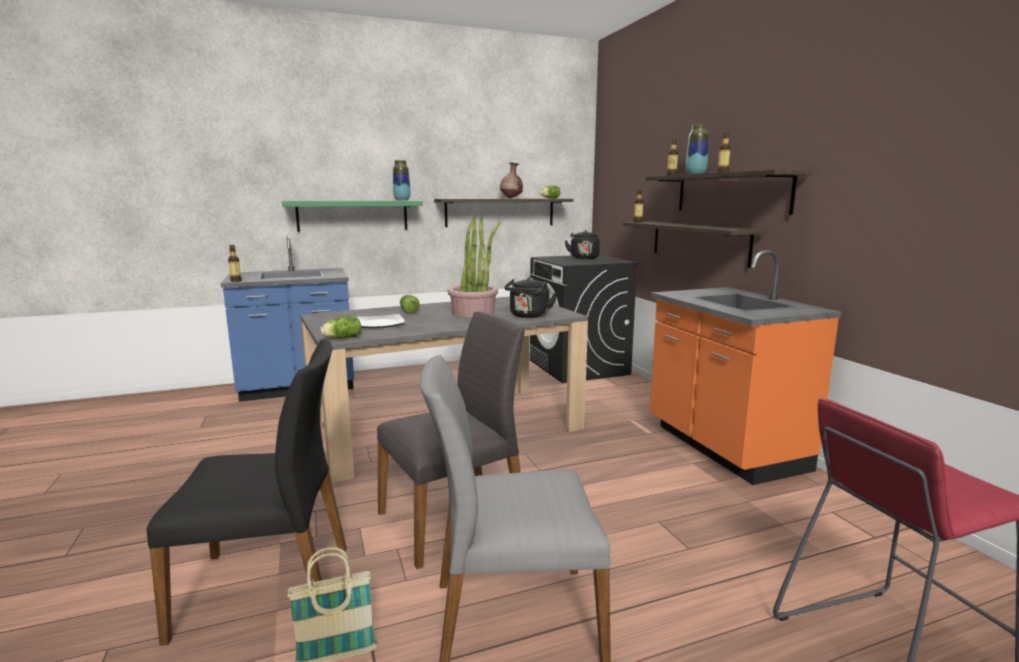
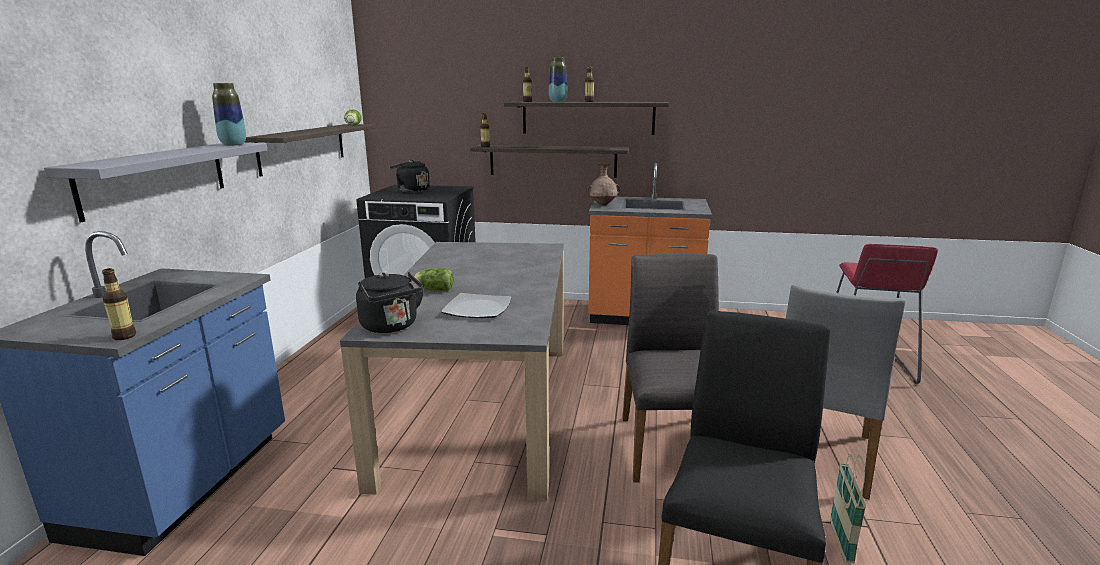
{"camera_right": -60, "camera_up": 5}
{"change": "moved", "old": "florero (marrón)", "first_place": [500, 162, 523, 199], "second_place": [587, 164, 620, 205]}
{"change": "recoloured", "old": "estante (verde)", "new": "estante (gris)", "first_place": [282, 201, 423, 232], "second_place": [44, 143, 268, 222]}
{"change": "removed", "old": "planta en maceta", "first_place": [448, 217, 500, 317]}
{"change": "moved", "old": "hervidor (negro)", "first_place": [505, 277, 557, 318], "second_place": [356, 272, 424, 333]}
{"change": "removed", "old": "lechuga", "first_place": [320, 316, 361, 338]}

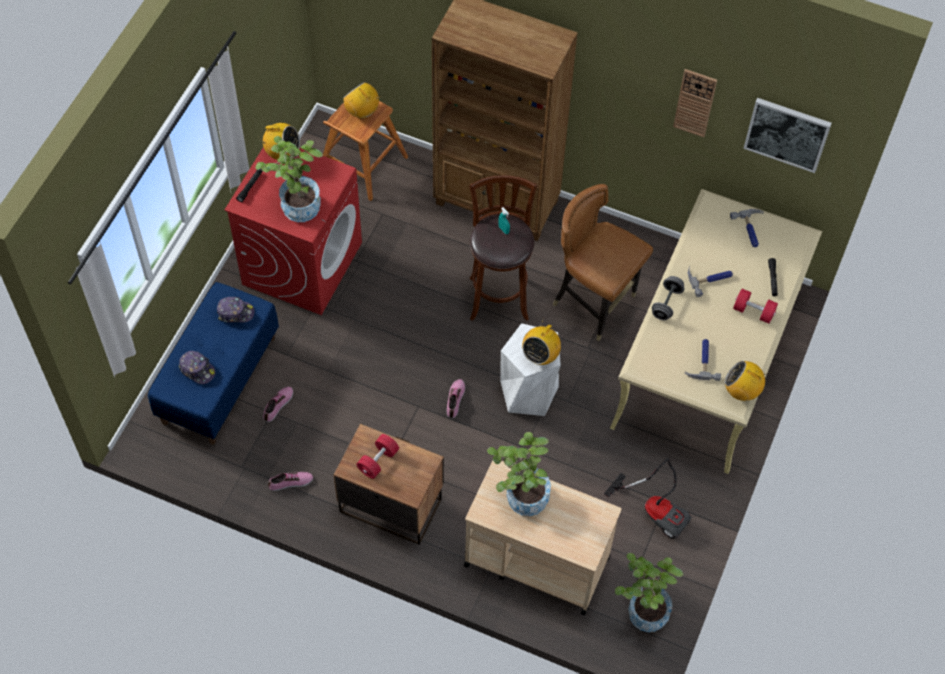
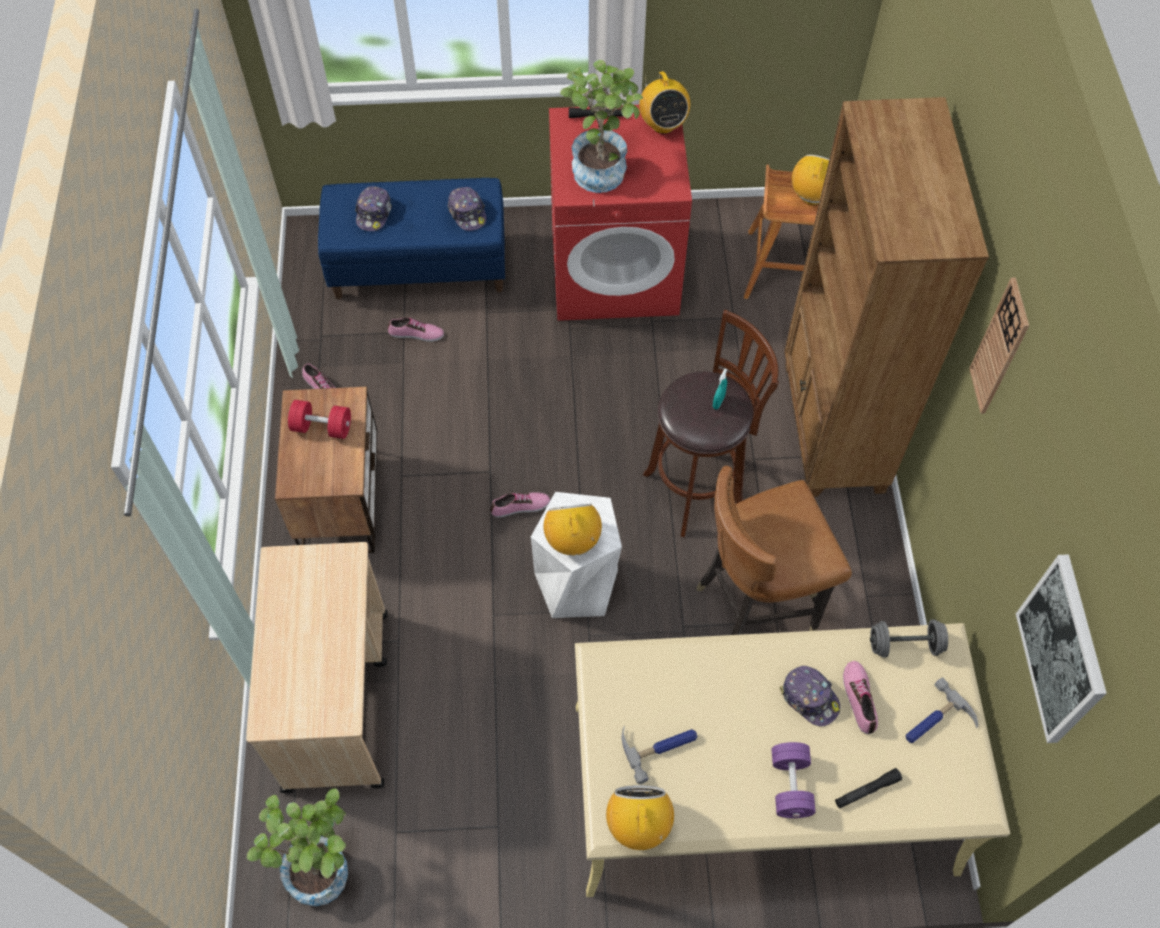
{"camera_right": 65, "camera_up": 0}
{"change": "moved", "old": "reloj de pared", "first_place": [673, 69, 717, 137], "second_place": [969, 277, 1029, 414]}
{"change": "turned", "old": "silla (marrón)", "first_place": [553, 184, 653, 341], "second_place": [697, 466, 852, 635], "degrees": -120}
{"change": "replaced", "old": "martillo", "new": "gorra", "first_place": [688, 266, 733, 297], "second_place": [780, 666, 840, 726]}
{"change": "moved", "old": "mancuerna (gris)", "first_place": [652, 276, 685, 320], "second_place": [870, 619, 948, 658]}
{"change": "recoloured", "old": "mancuerna (rojo)", "new": "mancuerna (morado)", "first_place": [733, 289, 778, 324], "second_place": [772, 742, 816, 818]}
{"change": "turned", "old": "radio", "first_place": [522, 318, 561, 365], "second_place": [544, 504, 602, 556], "degrees": 75}
{"change": "removed", "old": "planta en maceta", "first_place": [487, 432, 551, 516]}
{"change": "removed", "old": "aspiradora", "first_place": [604, 458, 691, 539]}
{"change": "added", "new": "zapato", "second_place": [843, 661, 878, 734]}

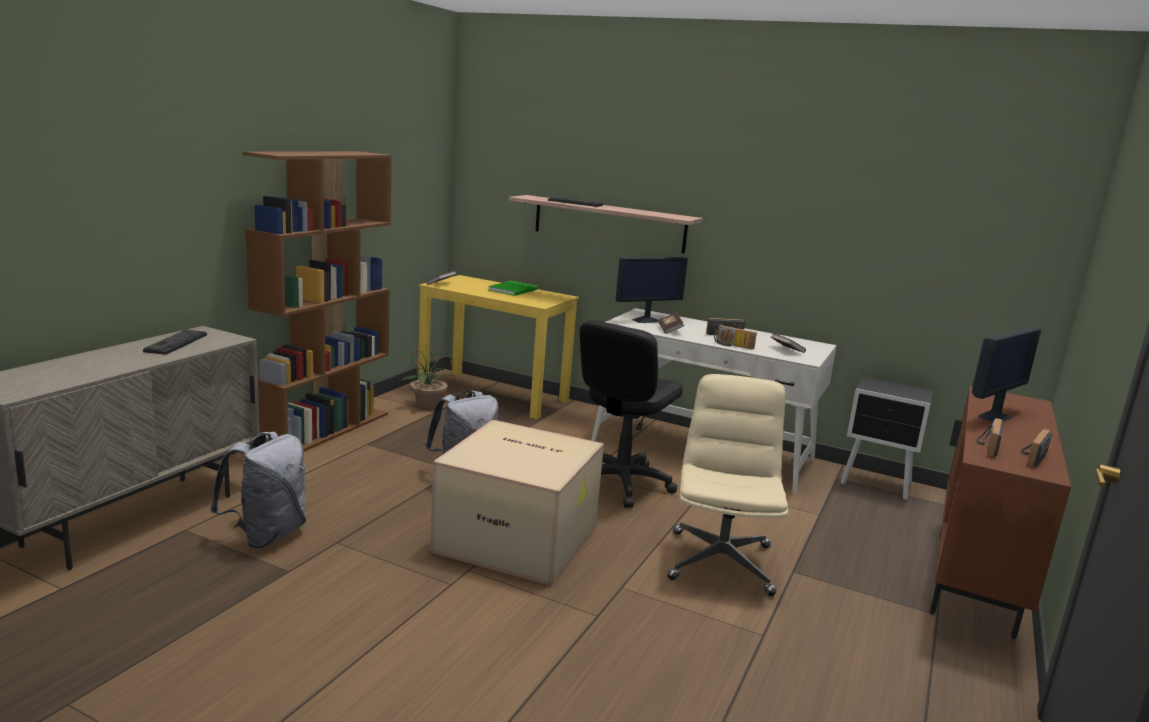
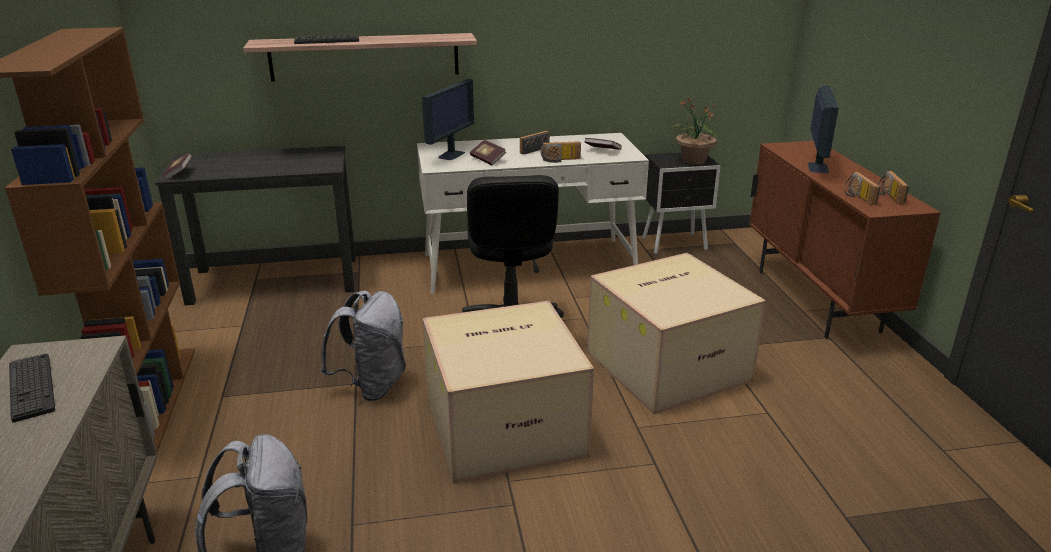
{"camera_right": -35, "camera_up": 10}
{"change": "recoloured", "old": "escritorio (amarillo)", "new": "escritorio (negro)", "first_place": [418, 275, 579, 419], "second_place": [155, 146, 356, 306]}
{"change": "removed", "old": "libro (verde)", "first_place": [488, 281, 538, 296]}
{"change": "moved", "old": "planta en maceta", "first_place": [401, 346, 453, 409], "second_place": [671, 98, 717, 164]}
{"change": "replaced", "old": "silla de oficina (beis)", "new": "caja de cartón", "first_place": [667, 374, 788, 596], "second_place": [587, 253, 766, 414]}

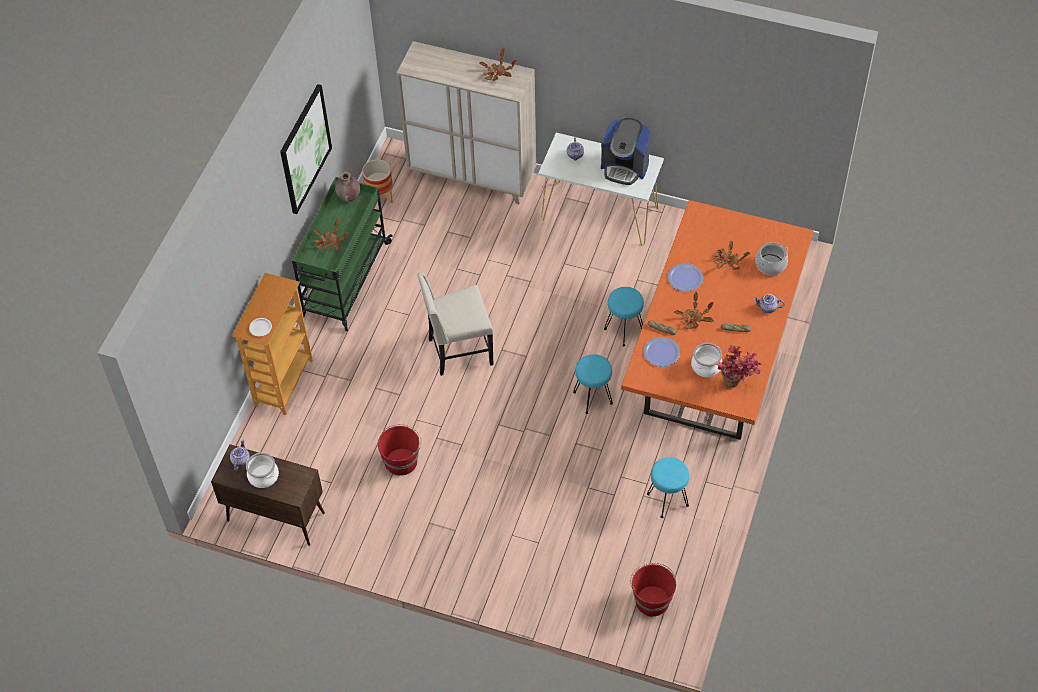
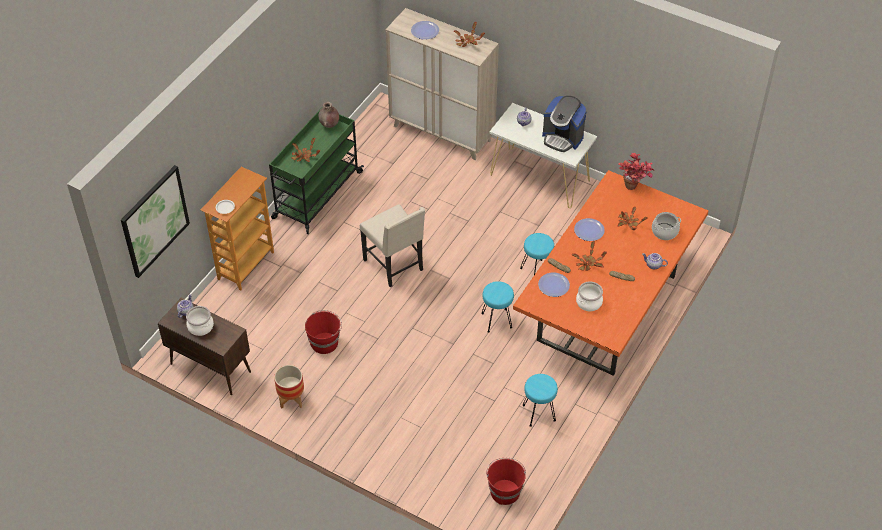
{"camera_right": 10, "camera_up": -5}
{"change": "moved", "old": "cuadro", "first_place": [280, 84, 332, 214], "second_place": [121, 165, 190, 278]}
{"change": "moved", "old": "maceta", "first_place": [362, 159, 393, 203], "second_place": [274, 365, 304, 409]}
{"change": "turned", "old": "silla (beis)", "first_place": [417, 272, 493, 376], "second_place": [360, 204, 425, 287], "degrees": -120}
{"change": "moved", "old": "planta en maceta", "first_place": [717, 345, 761, 388], "second_place": [618, 152, 654, 190]}
{"change": "added", "new": "plato", "second_place": [411, 21, 439, 40]}

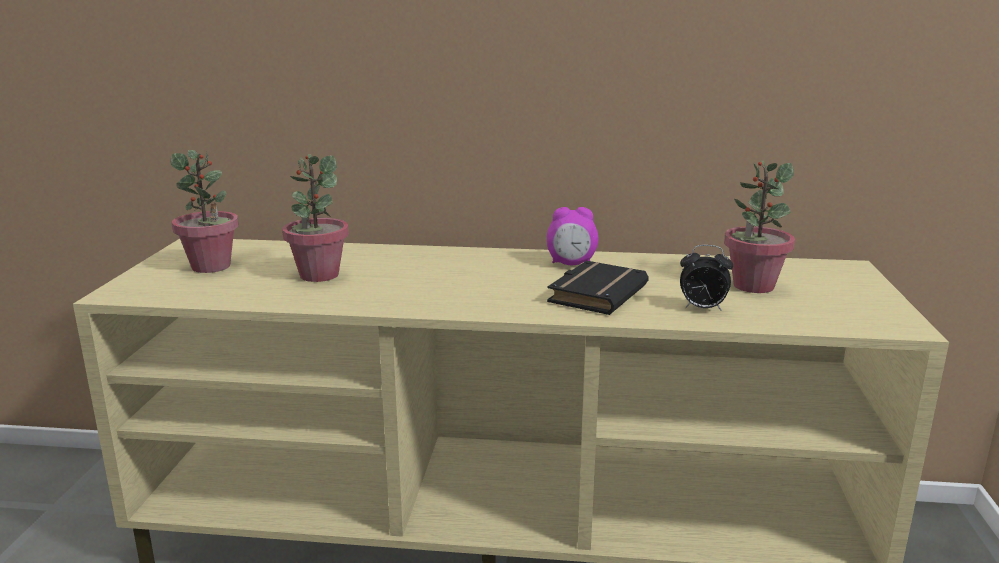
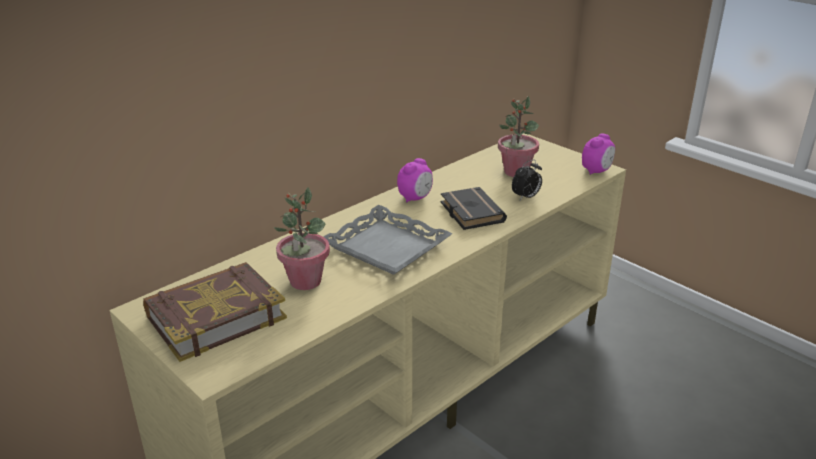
{"camera_right": -50, "camera_up": 10}
{"change": "replaced", "old": "planta en maceta", "new": "libro", "first_place": [170, 150, 239, 273], "second_place": [143, 262, 287, 362]}
{"change": "added", "new": "despertador", "second_place": [582, 133, 615, 175]}
{"change": "added", "new": "bandeja (gris)", "second_place": [324, 205, 453, 275]}

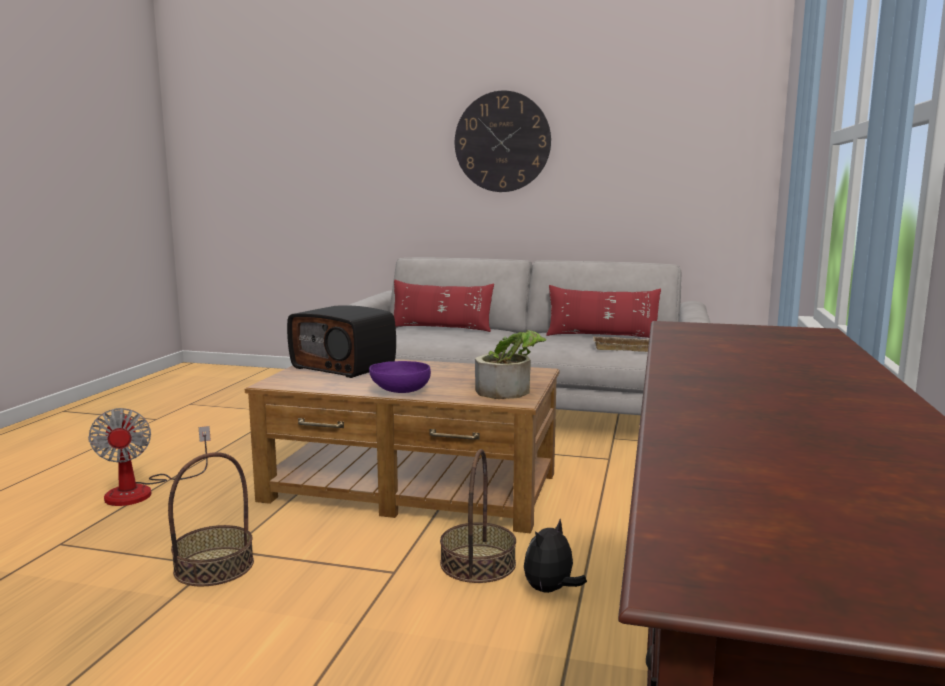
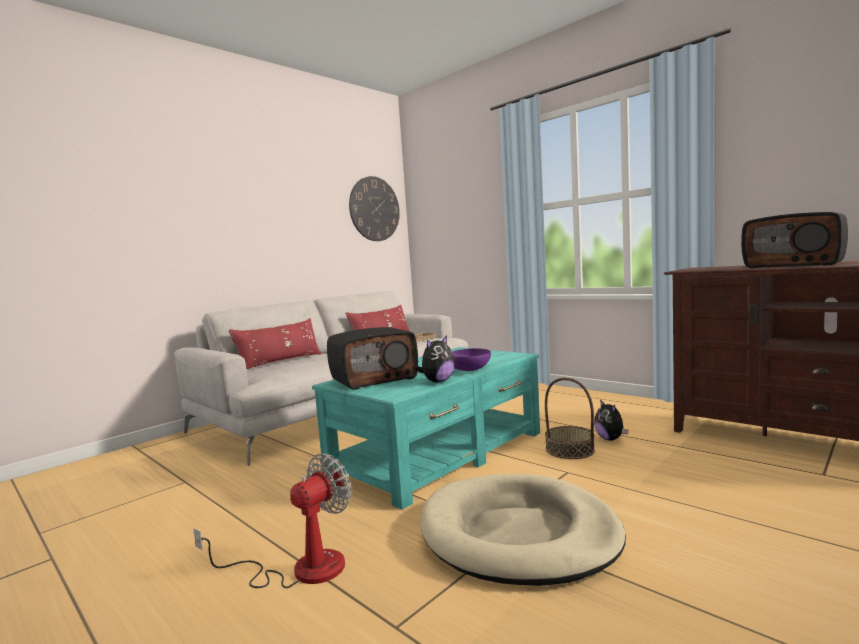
{"camera_right": -60, "camera_up": -5}
{"change": "moved", "old": "reloj de pared", "first_place": [455, 90, 551, 192], "second_place": [349, 176, 400, 241]}
{"change": "removed", "old": "planta en maceta", "first_place": [475, 330, 547, 399]}
{"change": "recoloured", "old": "mesa de centro (marrón)", "new": "mesa de centro (turquesa)", "first_place": [245, 359, 560, 533], "second_place": [312, 347, 540, 510]}
{"change": "turned", "old": "ventilador", "first_place": [88, 408, 211, 506], "second_place": [193, 453, 352, 588], "degrees": -60}
{"change": "replaced", "old": "cesta", "new": "cama para perro (beis)", "first_place": [168, 452, 254, 587], "second_place": [421, 474, 626, 586]}
{"change": "added", "new": "radio", "second_place": [741, 212, 848, 268]}
{"change": "added", "new": "peluche", "second_place": [416, 336, 455, 382]}

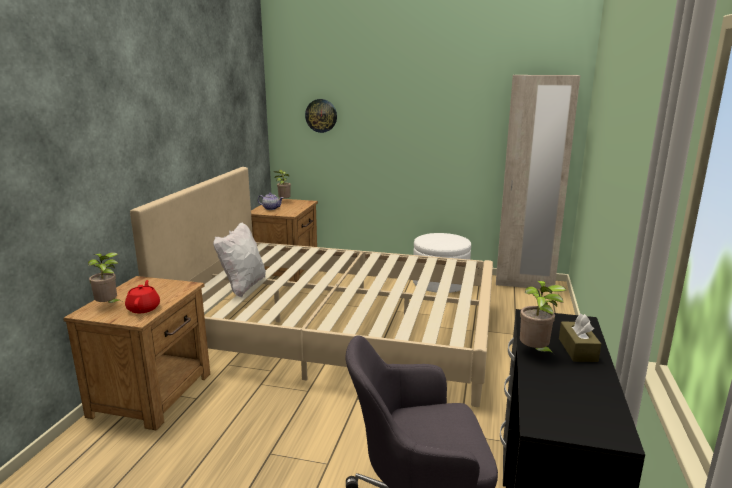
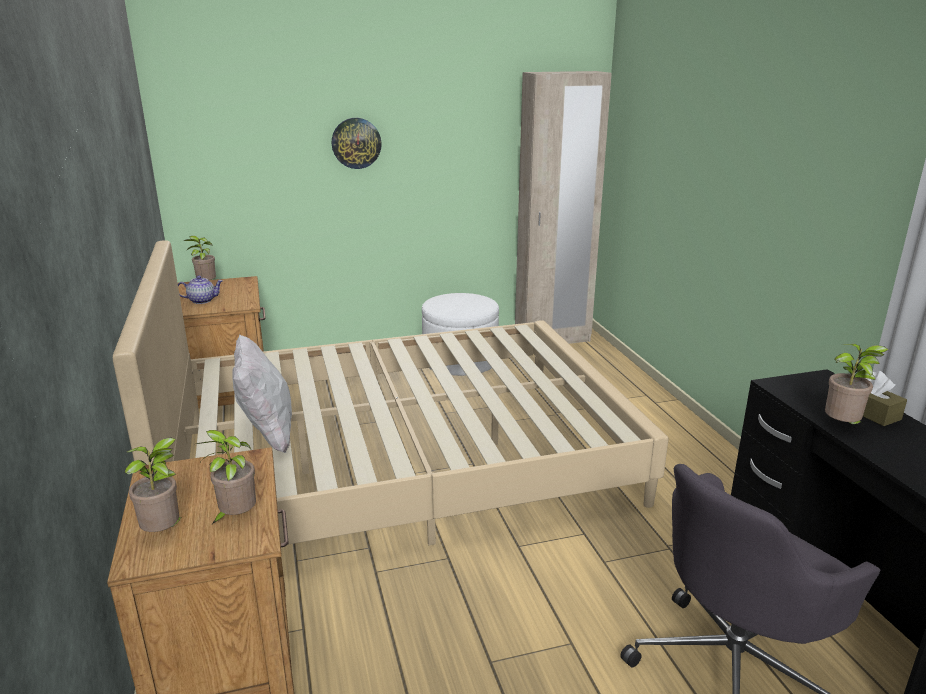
{"camera_right": -30, "camera_up": 5}
{"change": "moved", "old": "reloj de pared", "first_place": [305, 99, 337, 133], "second_place": [332, 118, 382, 169]}
{"change": "replaced", "old": "tetera (rojo)", "new": "planta en maceta", "first_place": [125, 280, 160, 313], "second_place": [196, 430, 256, 524]}

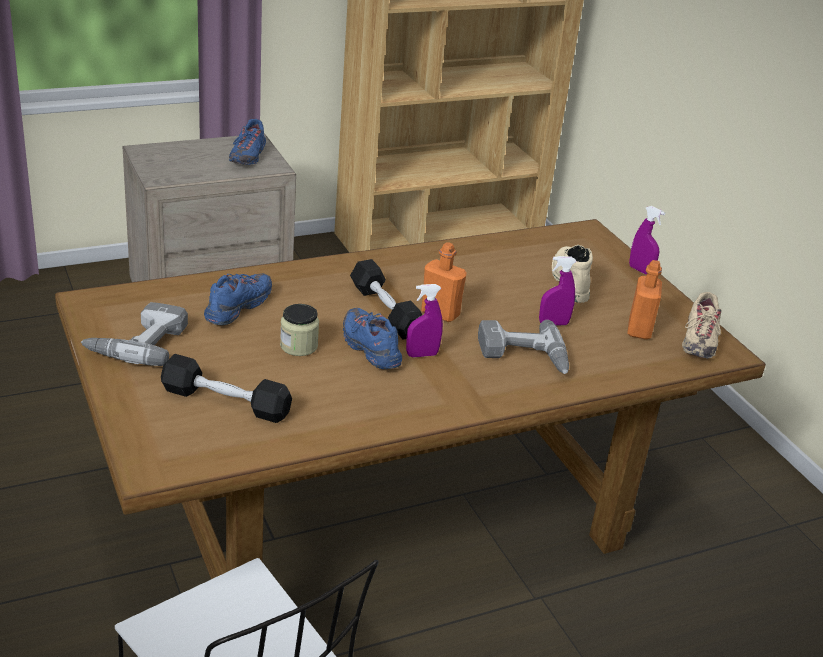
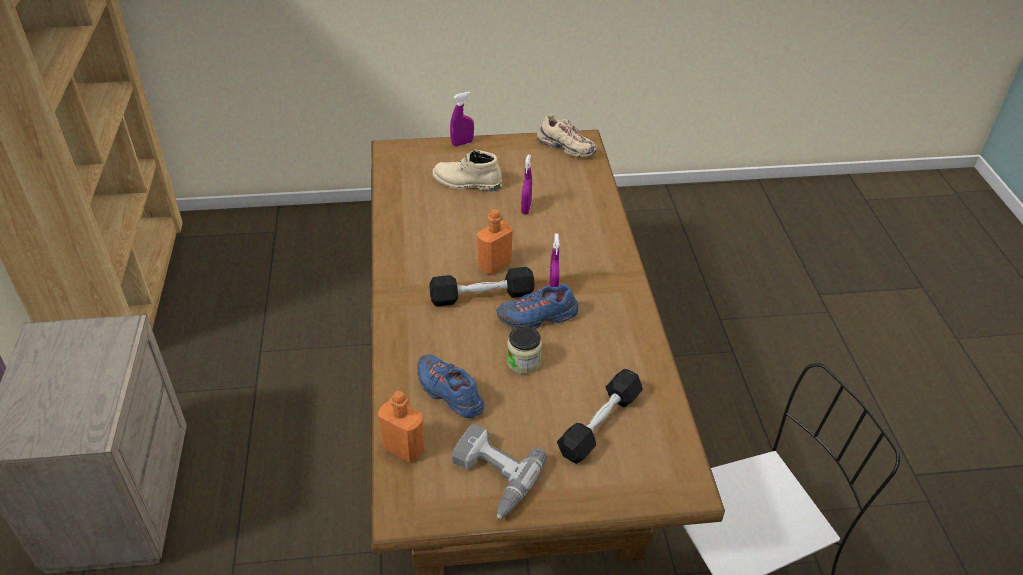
{"camera_right": -70, "camera_up": 10}
{"change": "removed", "old": "zapato (azul)", "first_place": [229, 119, 266, 165]}
{"change": "moved", "old": "botella (naranja)", "first_place": [627, 260, 662, 339], "second_place": [378, 390, 425, 463]}
{"change": "removed", "old": "taladro", "first_place": [478, 320, 569, 374]}

